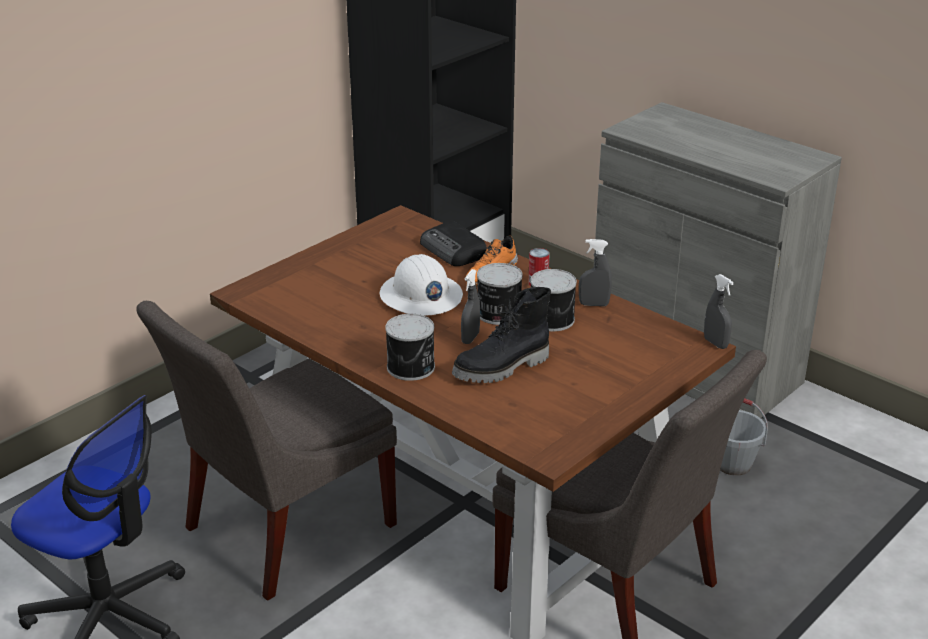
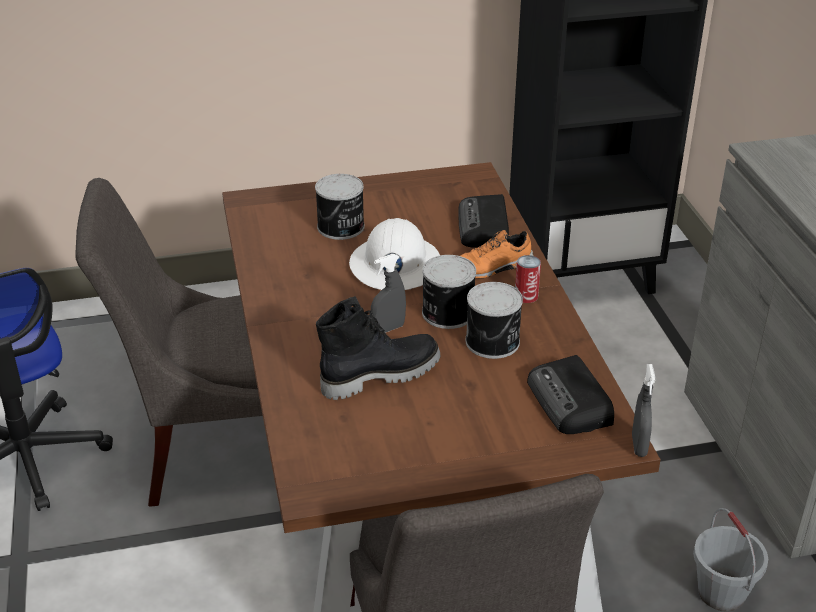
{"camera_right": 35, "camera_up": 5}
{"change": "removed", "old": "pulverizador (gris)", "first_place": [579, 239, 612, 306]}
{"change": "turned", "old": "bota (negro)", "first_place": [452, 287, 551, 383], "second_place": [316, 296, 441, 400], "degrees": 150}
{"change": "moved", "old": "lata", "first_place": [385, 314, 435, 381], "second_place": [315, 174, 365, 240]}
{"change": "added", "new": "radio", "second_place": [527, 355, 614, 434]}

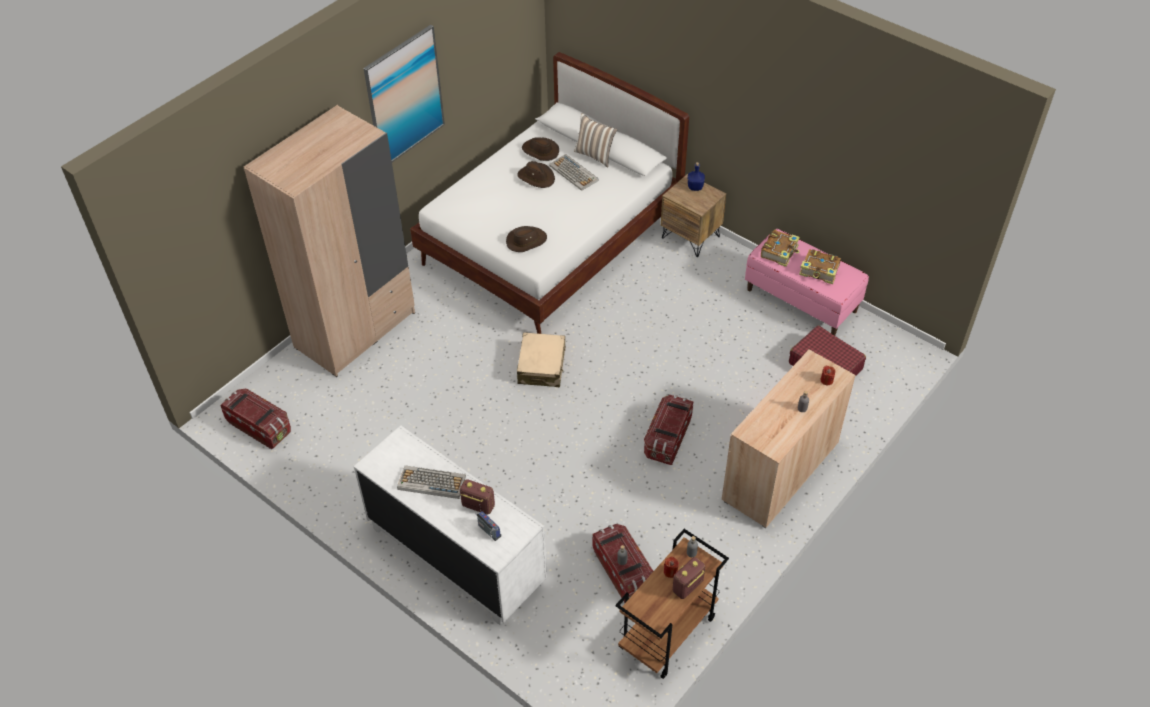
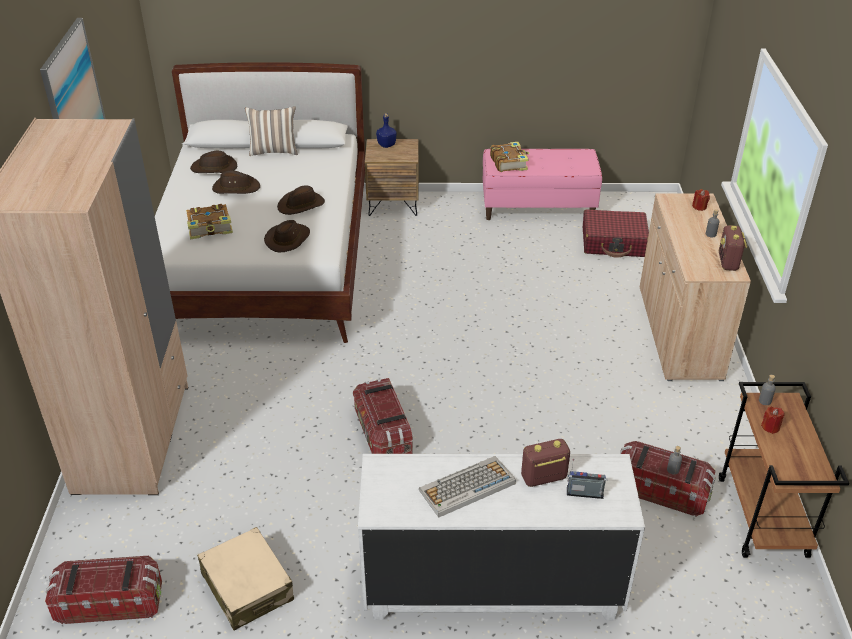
{"camera_right": -40, "camera_up": -10}
{"change": "removed", "old": "teclado", "first_place": [549, 154, 598, 191]}
{"change": "moved", "old": "libro", "first_place": [799, 249, 841, 284], "second_place": [186, 204, 233, 239]}
{"change": "moved", "old": "maleta (beis)", "first_place": [517, 332, 565, 387], "second_place": [197, 527, 294, 631]}
{"change": "moved", "old": "caja de almacenaje", "first_place": [644, 395, 693, 465], "second_place": [353, 378, 413, 454]}
{"change": "moved", "old": "radio", "first_place": [672, 557, 705, 599], "second_place": [719, 225, 747, 271]}
{"change": "added", "new": "sombrero (marrón)", "second_place": [277, 185, 325, 215]}

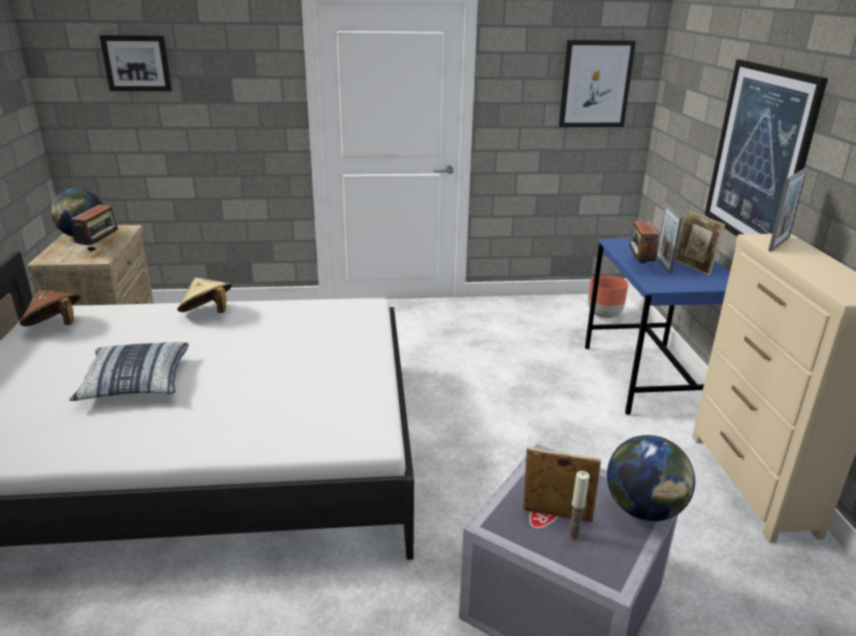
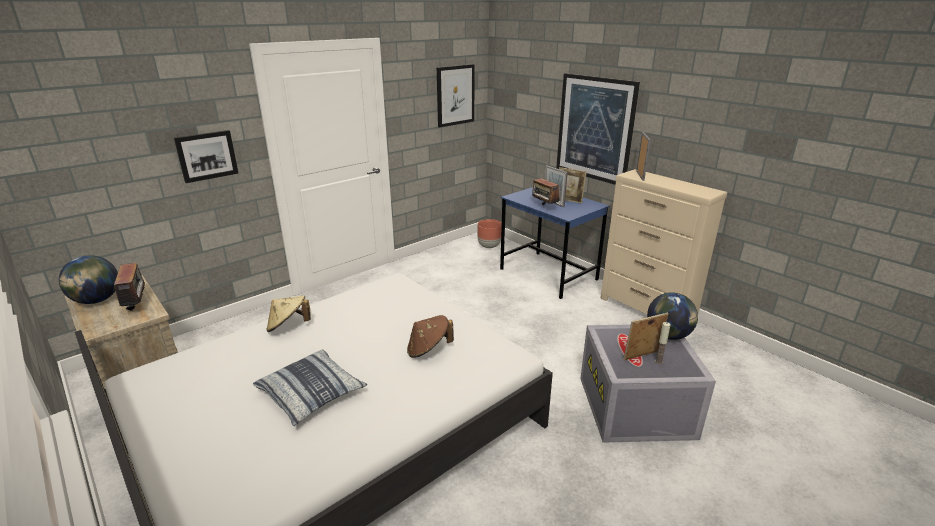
{"camera_right": -35, "camera_up": 0}
{"change": "moved", "old": "cuadro", "first_place": [99, 35, 172, 91], "second_place": [174, 130, 238, 183]}
{"change": "moved", "old": "sombrero (marrón)", "first_place": [20, 289, 81, 327], "second_place": [407, 315, 454, 358]}

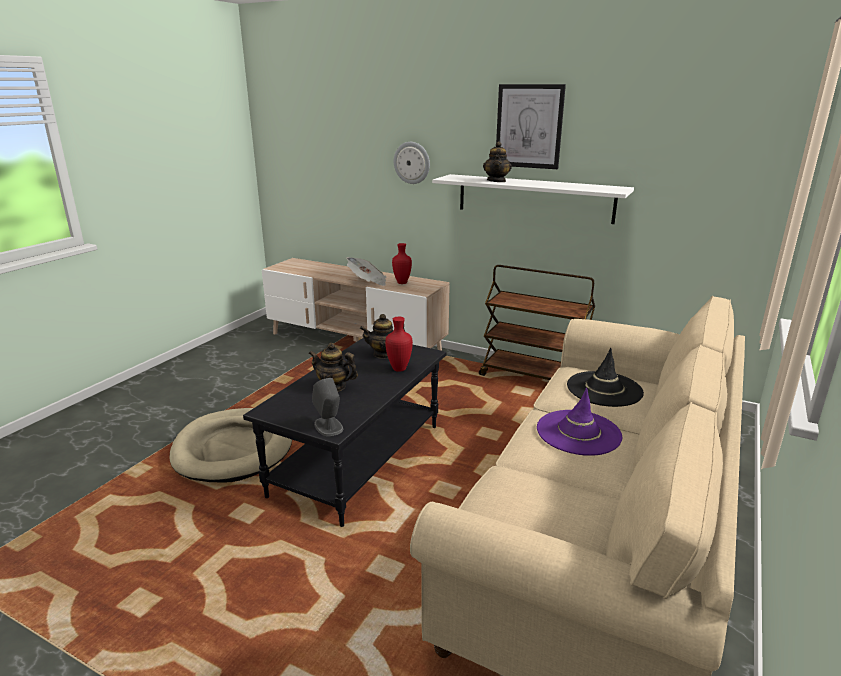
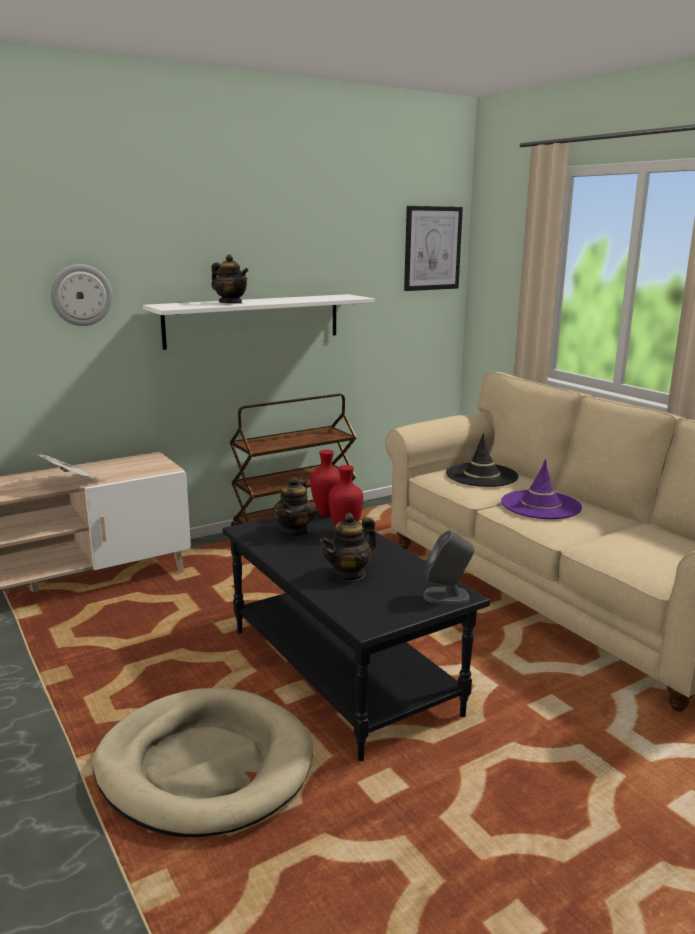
{"camera_right": -60, "camera_up": -5}
{"change": "moved", "old": "cuadro", "first_place": [496, 84, 566, 169], "second_place": [404, 206, 463, 291]}
{"change": "moved", "old": "florero (rojo)", "first_place": [392, 243, 412, 284], "second_place": [310, 450, 340, 516]}

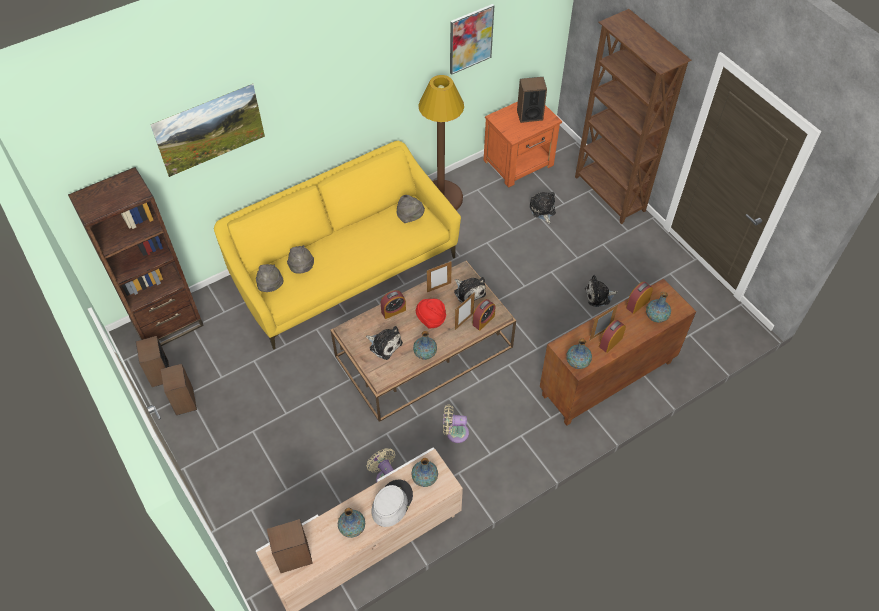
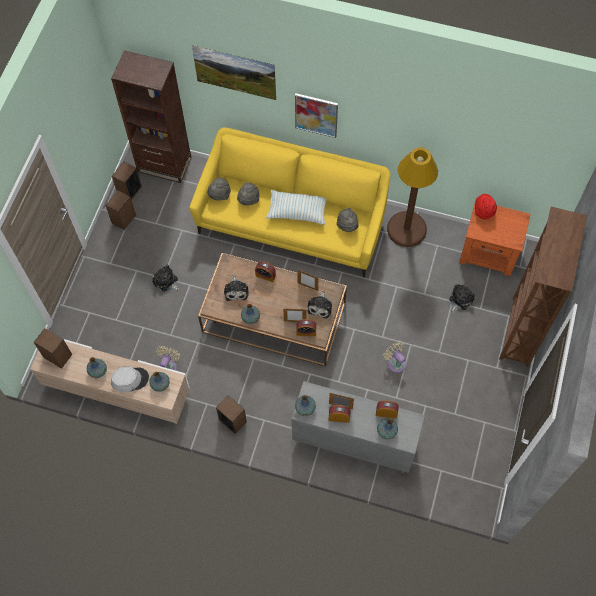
{"camera_right": 50, "camera_up": 10}
{"change": "moved", "old": "cuadro", "first_place": [450, 4, 495, 75], "second_place": [295, 93, 338, 138]}
{"change": "moved", "old": "altavoz", "first_place": [517, 77, 547, 123], "second_place": [216, 395, 247, 434]}
{"change": "moved", "old": "peluche", "first_place": [585, 275, 618, 307], "second_place": [152, 265, 179, 292]}
{"change": "recoloured", "old": "armario (marrón)", "new": "armario (gris)", "first_place": [540, 278, 696, 426], "second_place": [291, 381, 425, 473]}
{"change": "moved", "old": "sombrero (rojo)", "first_place": [416, 299, 446, 329], "second_place": [475, 194, 497, 219]}
{"change": "moved", "old": "ventilador (beis)", "first_place": [443, 404, 469, 443], "second_place": [384, 341, 406, 373]}
{"change": "added", "new": "cojín", "second_place": [266, 190, 327, 225]}

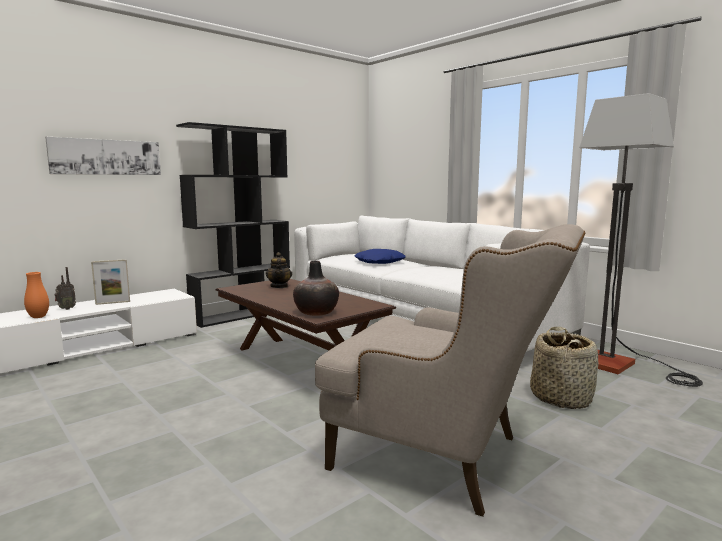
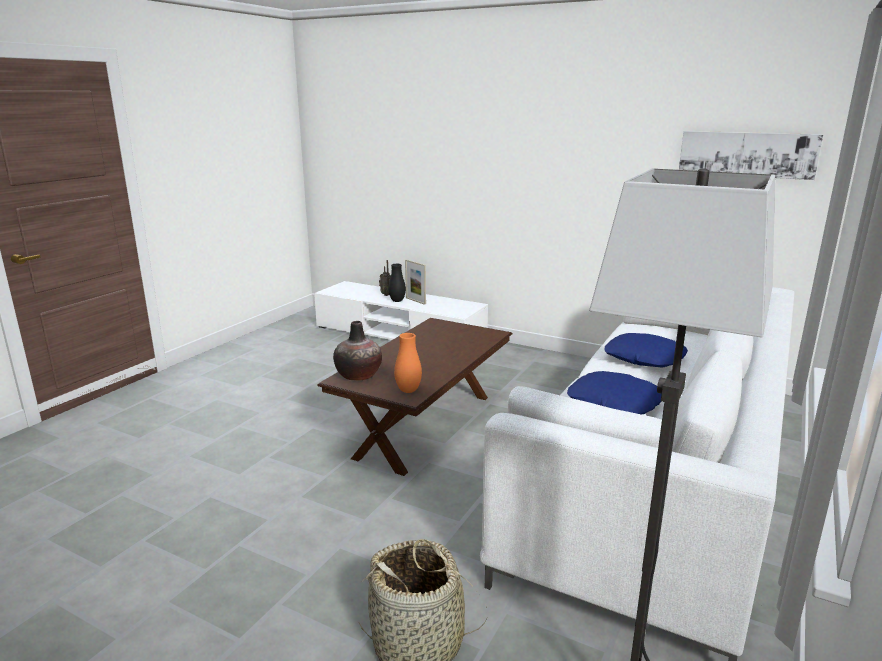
{"camera_right": 70, "camera_up": 10}
{"change": "removed", "old": "estantería (negro)", "first_place": [176, 122, 290, 328]}
{"change": "moved", "old": "cuadro", "first_place": [45, 137, 161, 175], "second_place": [679, 131, 823, 180]}
{"change": "removed", "old": "sillón (beis)", "first_place": [315, 224, 585, 517]}
{"change": "removed", "old": "tetera", "first_place": [266, 252, 292, 288]}
{"change": "moved", "old": "florero (naranja)", "first_place": [24, 272, 49, 318], "second_place": [394, 333, 422, 393]}
{"change": "added", "new": "florero (negro)", "second_place": [388, 264, 406, 302]}
{"change": "added", "new": "cojín (azul)", "second_place": [567, 371, 662, 415]}

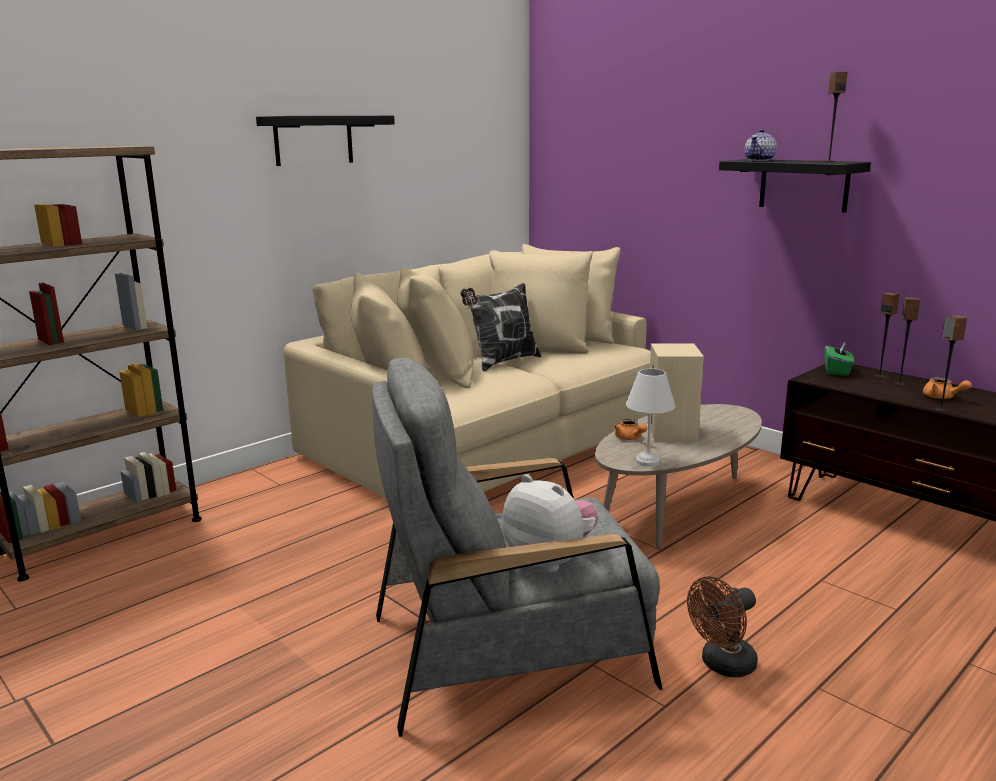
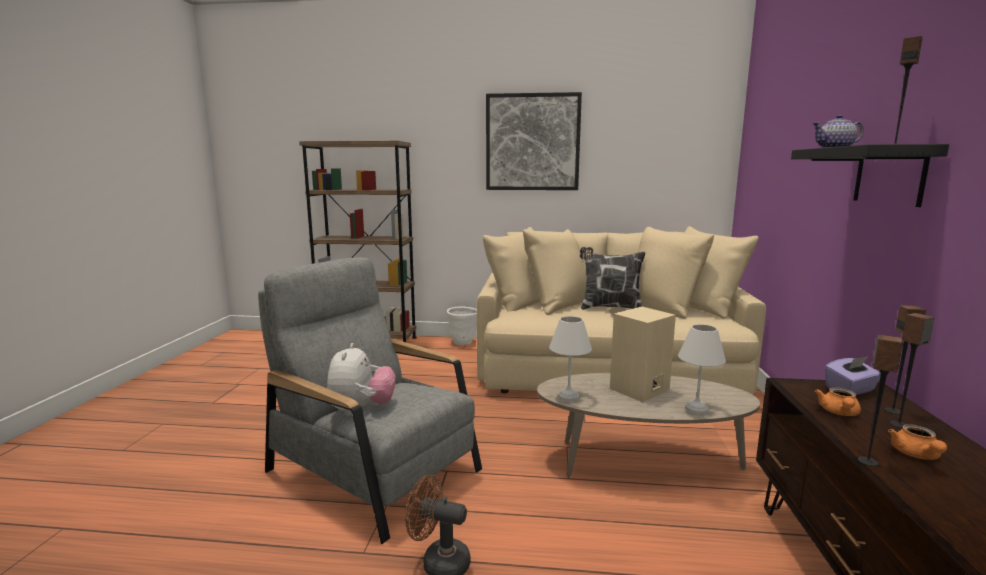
{"camera_right": 50, "camera_up": -5}
{"change": "replaced", "old": "estante (negro)", "new": "cuadro", "first_place": [256, 116, 395, 166], "second_place": [486, 92, 582, 190]}
{"change": "recoloured", "old": "caja de pañuelos (verde)", "new": "caja de pañuelos (morado)", "first_place": [824, 341, 854, 376], "second_place": [825, 356, 881, 395]}
{"change": "moved", "old": "tetera (naranja)", "first_place": [614, 419, 647, 440], "second_place": [815, 388, 861, 416]}
{"change": "added", "new": "maceta (blanco)", "second_place": [447, 306, 477, 345]}
{"change": "added", "new": "lámpara de mesa (blanco)", "second_place": [678, 324, 726, 414]}

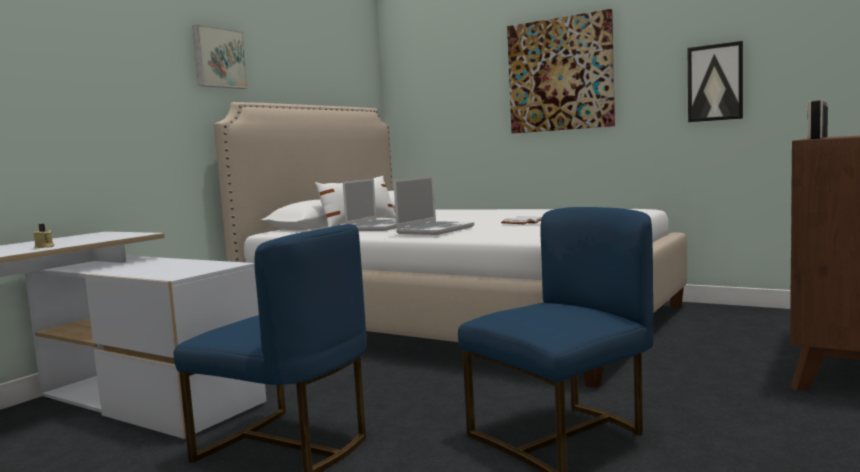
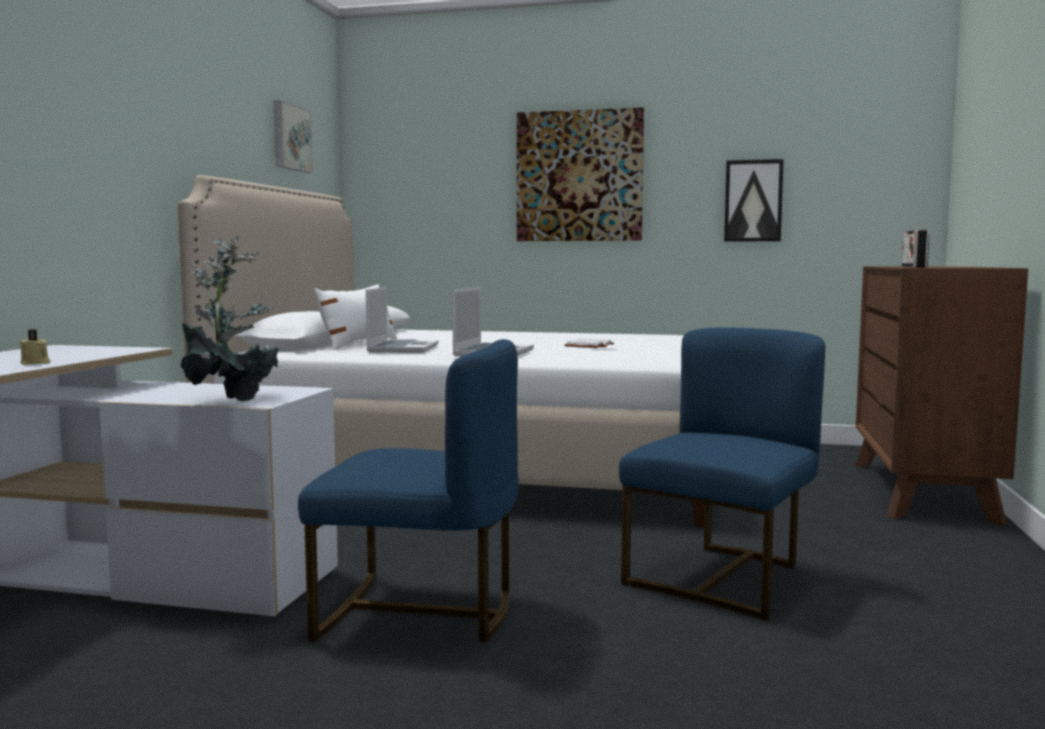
{"camera_right": -20, "camera_up": 0}
{"change": "moved", "old": "cuadro", "first_place": [192, 24, 248, 89], "second_place": [273, 100, 313, 173]}
{"change": "added", "new": "planta en maceta", "second_place": [181, 235, 279, 401]}

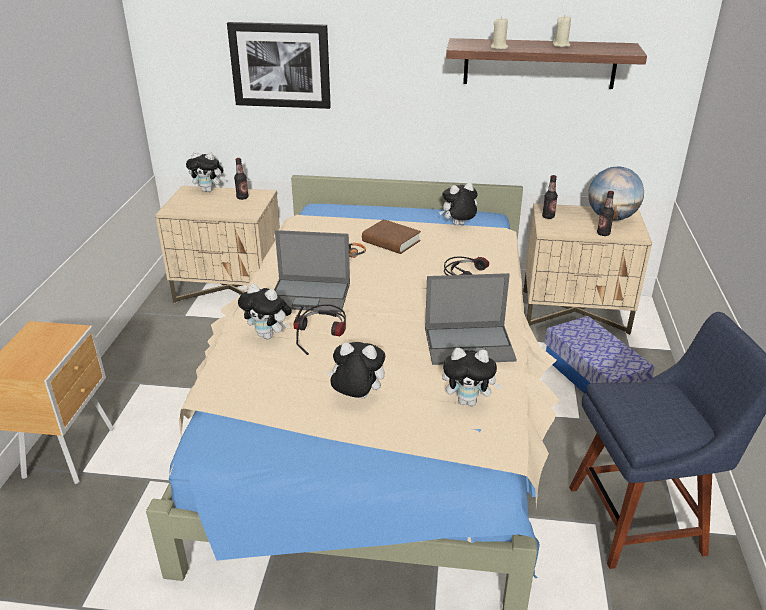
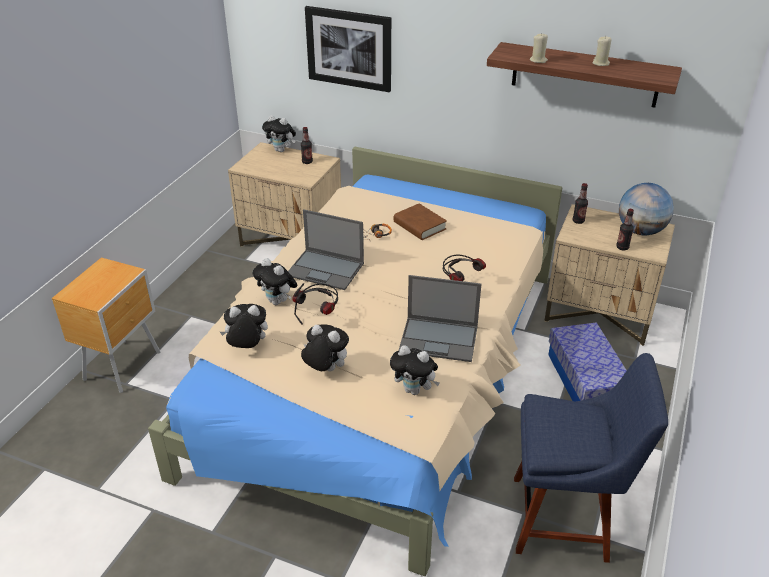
{"camera_right": 15, "camera_up": 5}
{"change": "moved", "old": "peluche", "first_place": [439, 182, 477, 225], "second_place": [220, 304, 268, 348]}

